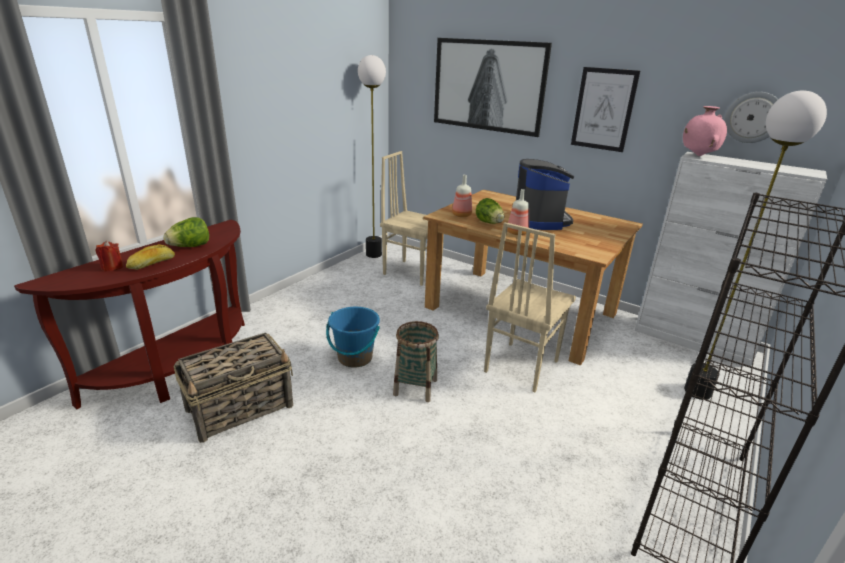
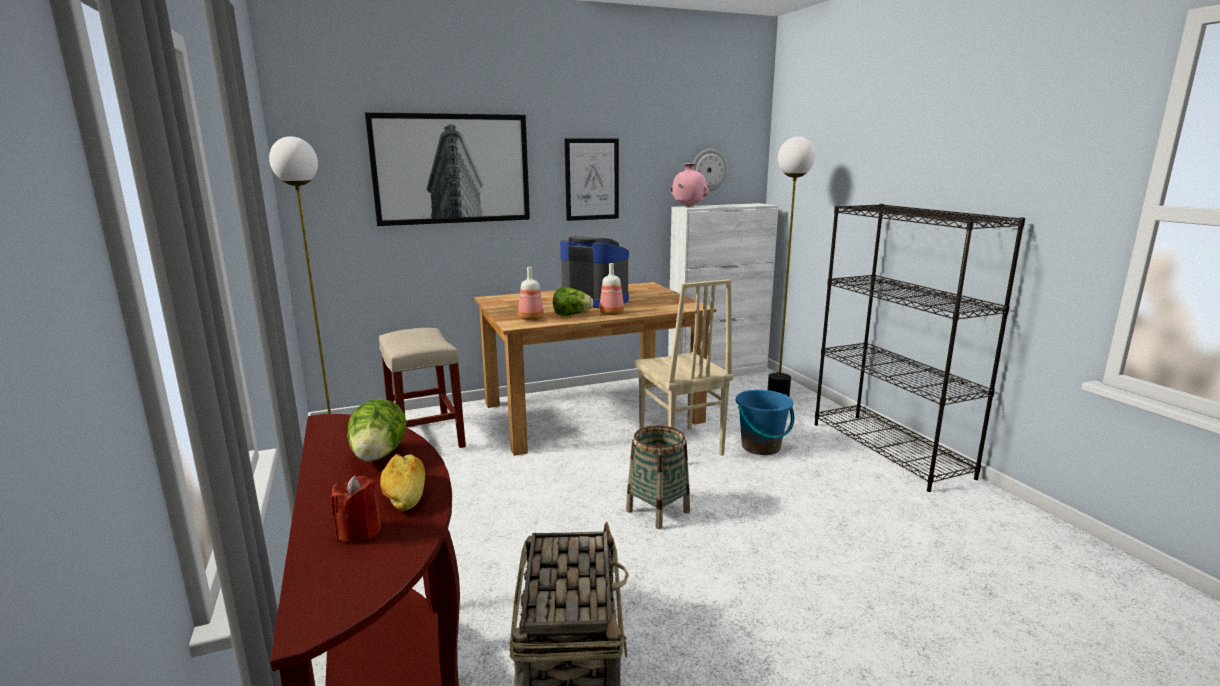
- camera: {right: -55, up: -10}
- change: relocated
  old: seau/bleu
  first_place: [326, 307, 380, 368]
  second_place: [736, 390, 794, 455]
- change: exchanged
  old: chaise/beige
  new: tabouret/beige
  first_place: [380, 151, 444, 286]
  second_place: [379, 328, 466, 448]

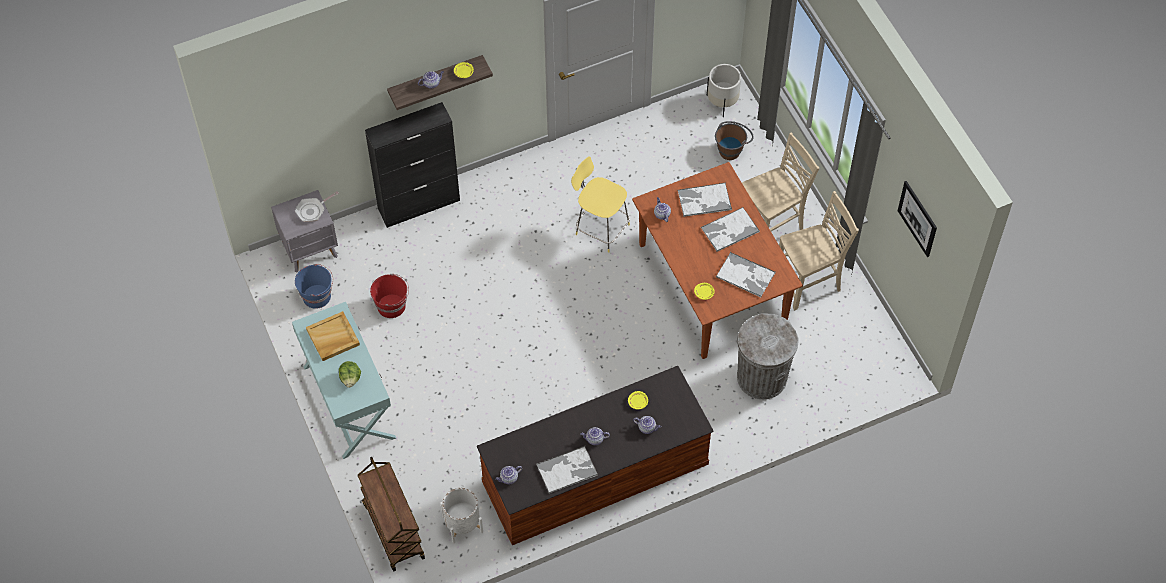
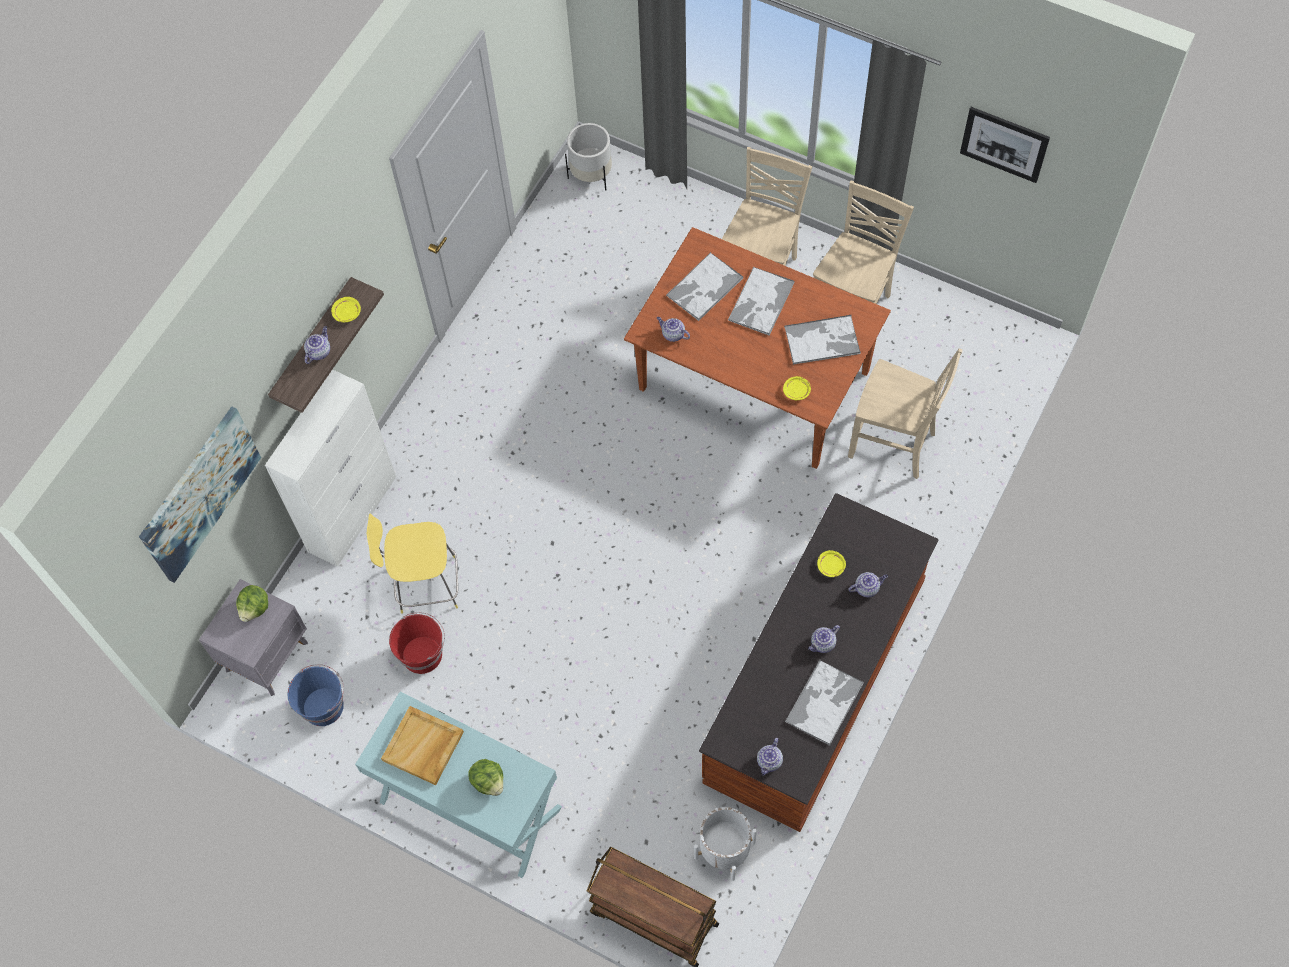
- camera: {right: -35, up: 5}
- change: exchanged
  old: poêle
  new: laitue
  first_place: [295, 191, 339, 222]
  second_place: [236, 585, 268, 622]
- change: colour
  old: meuble de rangement/noir
  new: meuble de rangement/blanc
  first_place: [365, 102, 460, 228]
  second_place: [265, 369, 396, 567]
- change: relocated
  old: tabouret/jaune
  first_place: [571, 156, 630, 253]
  second_place: [367, 514, 458, 614]
- change: missing
  old: seau/marron
  first_place: [715, 121, 754, 160]
- change: exchanged
  old: poubelle/gris
  new: chaise/beige
  first_place: [737, 314, 799, 399]
  second_place: [848, 349, 962, 479]
- change: appeared
  new: tableau
  second_place: [139, 406, 261, 583]

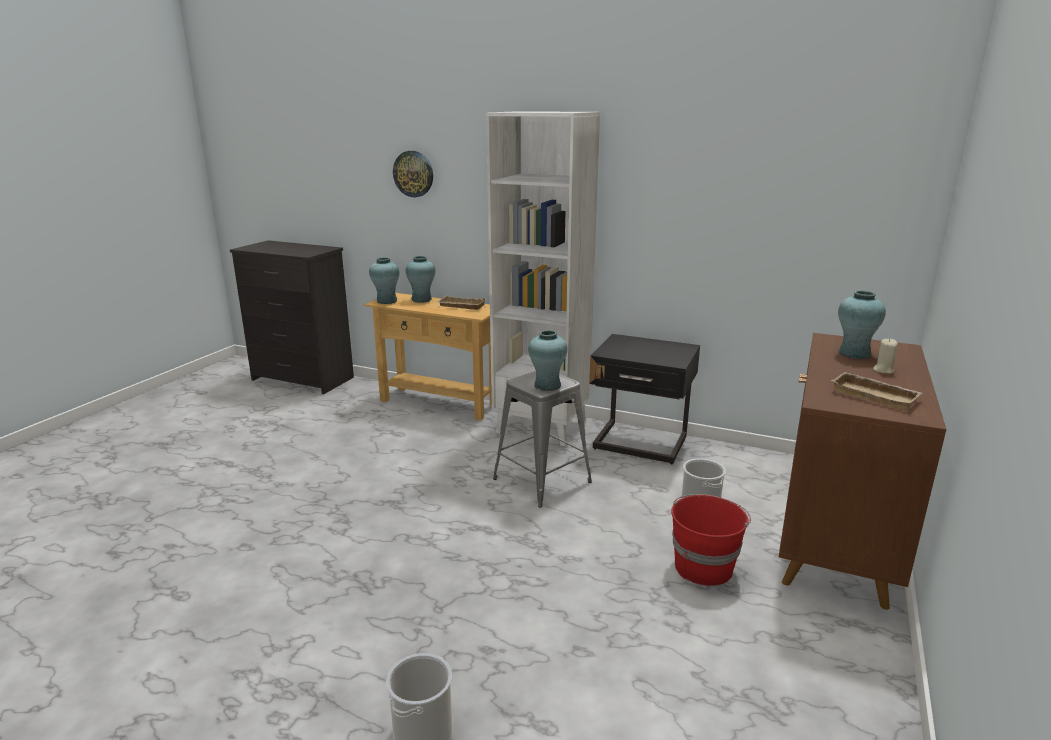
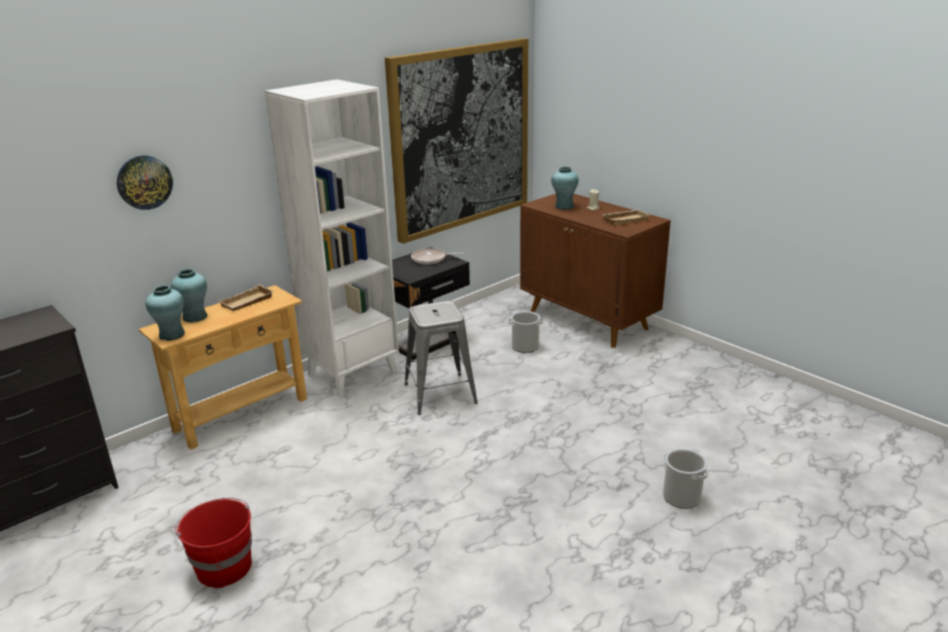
- camera: {right: -65, up: 5}
- change: missing
  old: vase/turquoise
  first_place: [529, 330, 567, 391]
- change: relocated
  old: seau/rouge
  first_place: [671, 494, 751, 586]
  second_place: [175, 498, 252, 588]
- change: appeared
  new: tableau
  second_place: [385, 38, 528, 244]
- change: appeared
  new: poêle
  second_place: [411, 248, 464, 265]

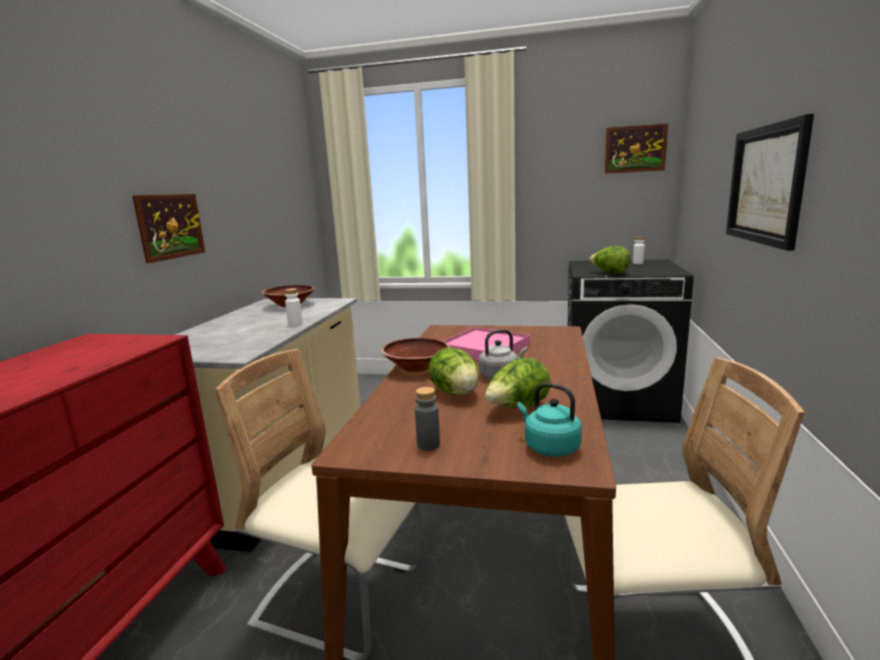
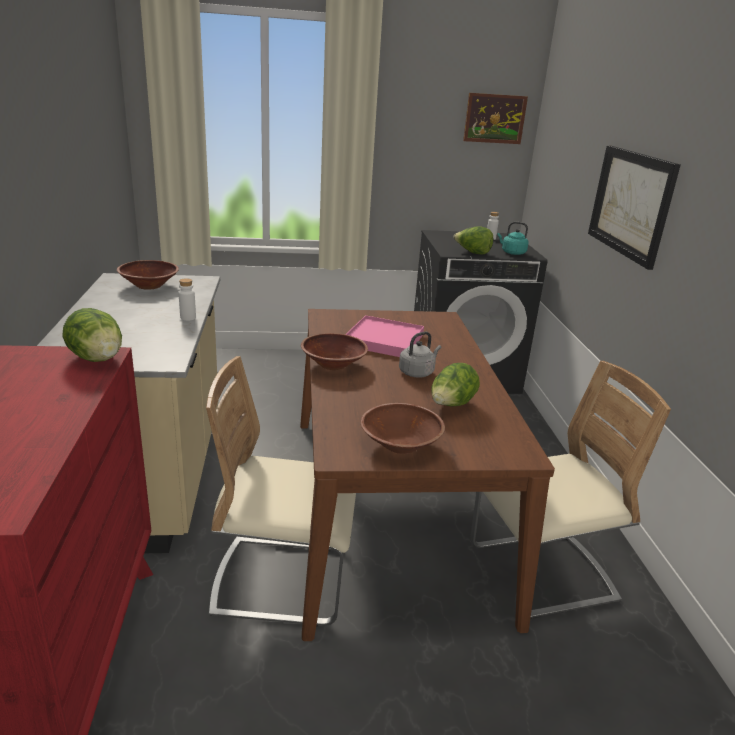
- camera: {right: -20, up: 10}
- change: missing
  old: tableau
  first_place: [132, 194, 205, 263]
- change: exchanged
  old: bouteille/gris
  new: bol/marron
  first_place: [415, 387, 440, 451]
  second_place: [361, 403, 445, 454]
- change: relocated
  old: laitue
  first_place: [429, 348, 479, 395]
  second_place: [62, 308, 122, 362]
- change: relocated
  old: bouilloire/turquoise
  first_place: [517, 383, 582, 457]
  second_place: [497, 222, 529, 255]

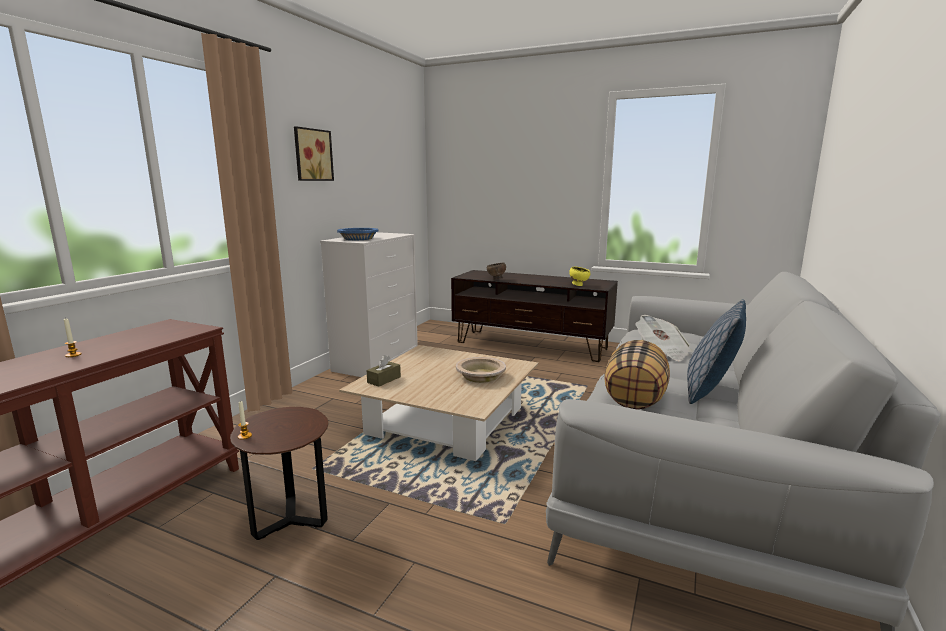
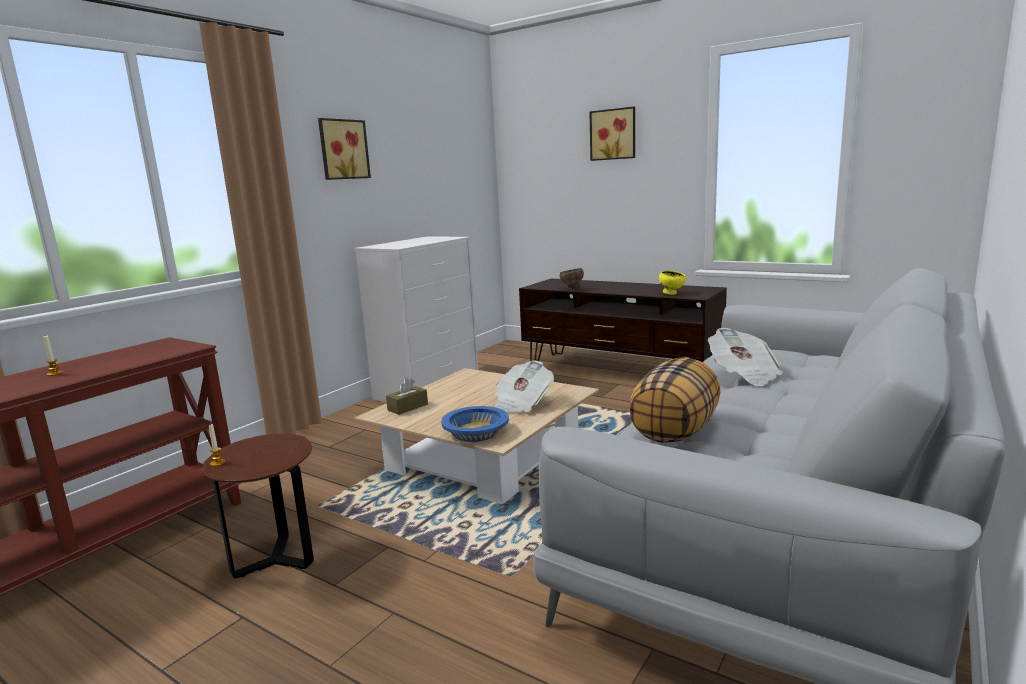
- camera: {right: 10, up: 0}
- change: relocated
  old: bol/bleu
  first_place: [337, 228, 378, 240]
  second_place: [441, 406, 509, 442]
- change: exchanged
  old: bol/beige
  new: journal
  first_place: [456, 357, 506, 383]
  second_place: [494, 361, 554, 413]
- change: missing
  old: coussin
  first_place: [687, 299, 746, 404]
- change: appeared
  new: tableau
  second_place: [590, 107, 635, 161]

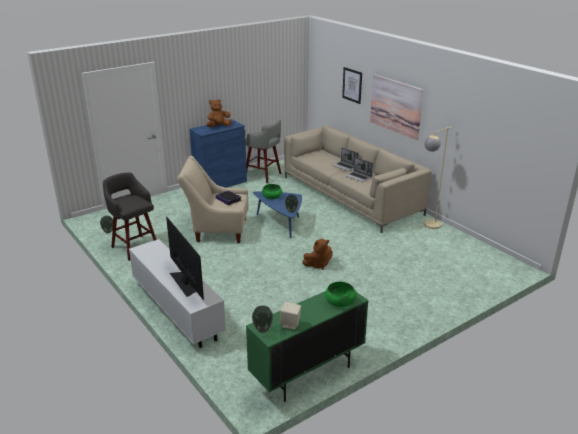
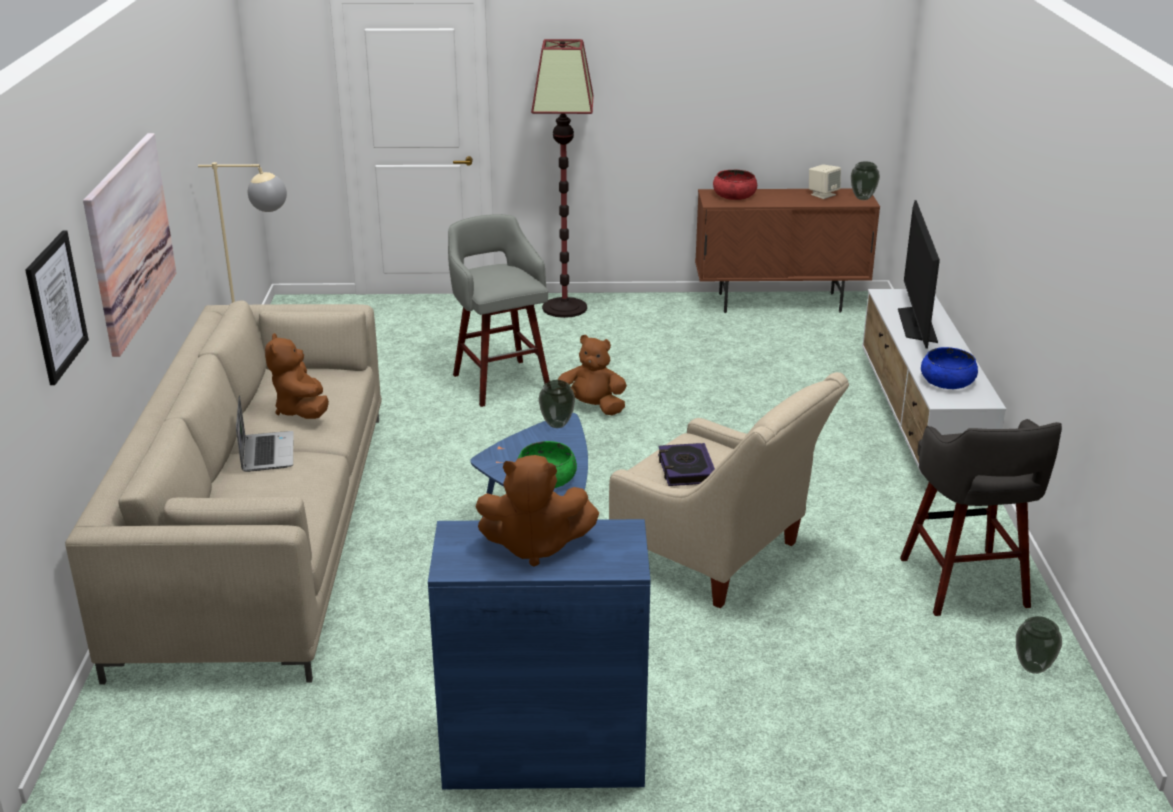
- camera: {right: -145, up: 0}
- change: relocated
  old: tabouret/gris
  first_place: [245, 119, 281, 183]
  second_place: [448, 214, 550, 407]
- change: colour
  old: meuble de rangement/vert
  new: meuble de rangement/marron
  first_place: [246, 291, 369, 402]
  second_place: [695, 189, 880, 313]
- change: colour
  old: bol/vert
  new: bol/rouge
  first_place: [325, 282, 356, 307]
  second_place: [713, 170, 757, 200]
- change: exchanged
  old: ordinateur portable
  new: peluche/marron
  first_place: [344, 157, 373, 182]
  second_place: [265, 333, 329, 419]
- change: appeared
  new: lampadaire
  second_place: [531, 39, 594, 318]
- change: appeared
  new: bol/bleu
  second_place: [921, 347, 978, 389]

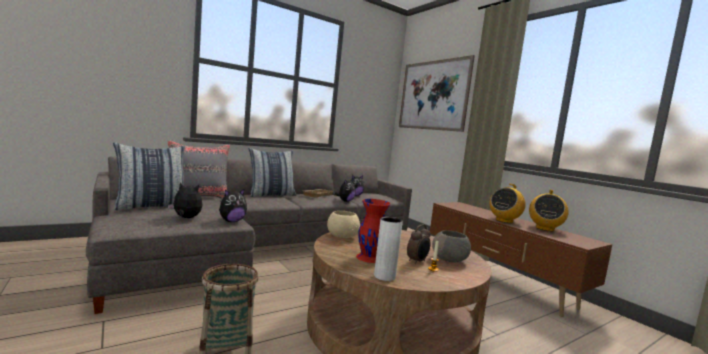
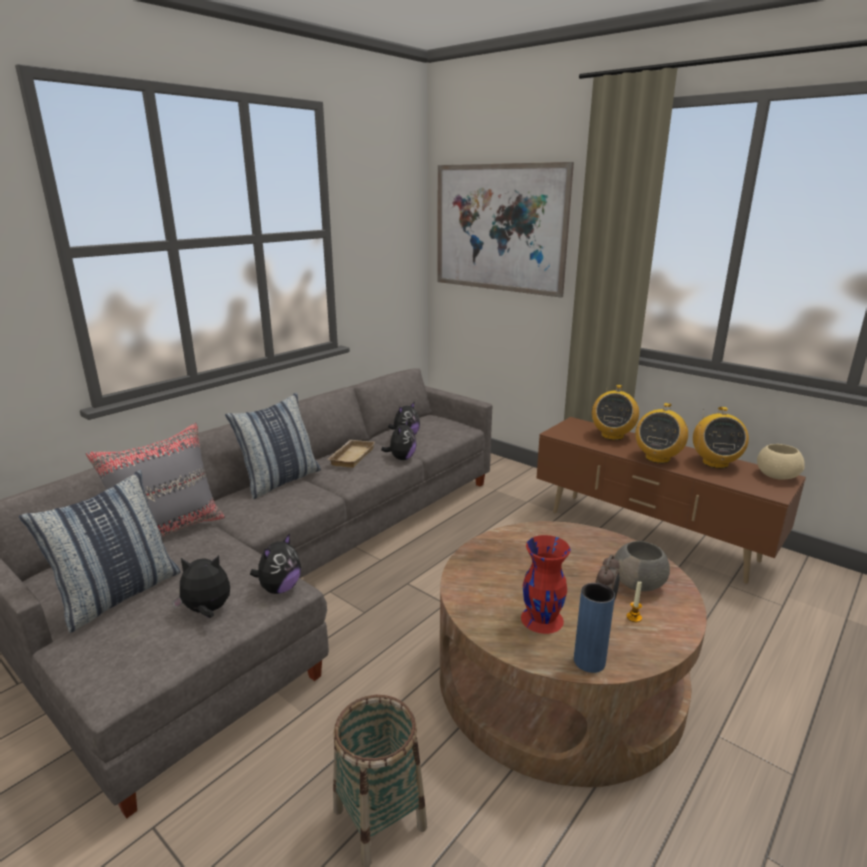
- camera: {right: -15, up: 15}
- change: relocated
  old: bol/beige
  first_place: [327, 211, 360, 238]
  second_place: [757, 444, 805, 480]
- change: colour
  old: vase/blanc
  new: vase/bleu
  first_place: [374, 217, 403, 281]
  second_place: [574, 583, 615, 673]
- change: appeared
  new: radio
  second_place: [592, 385, 639, 440]

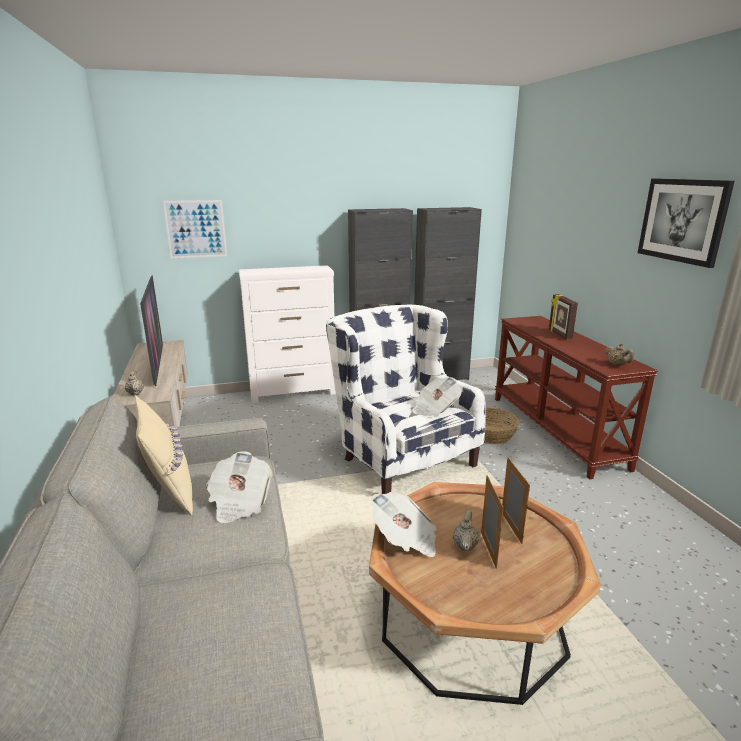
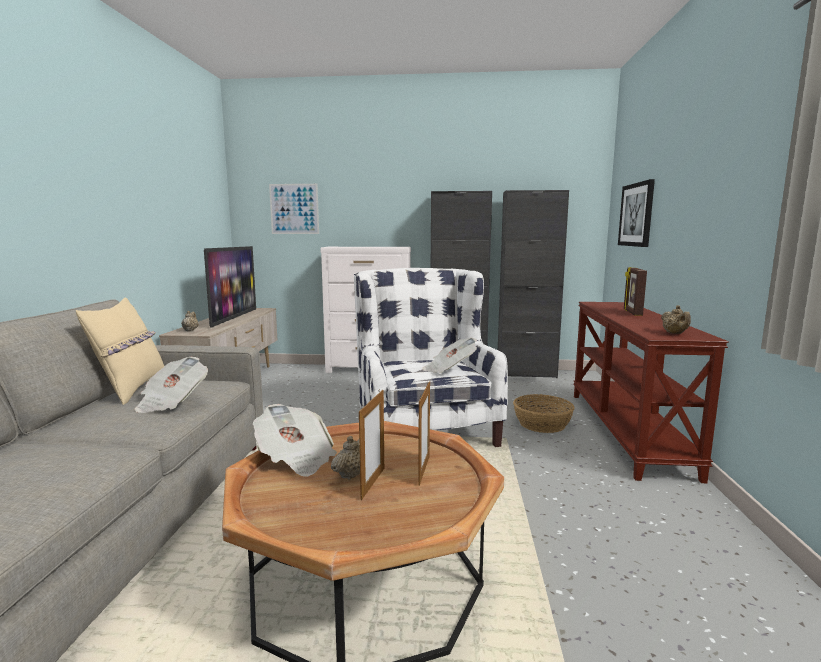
- camera: {right: 20, up: -10}
- change: relocated
  old: tableau
  first_place: [638, 179, 735, 268]
  second_place: [618, 179, 655, 247]

